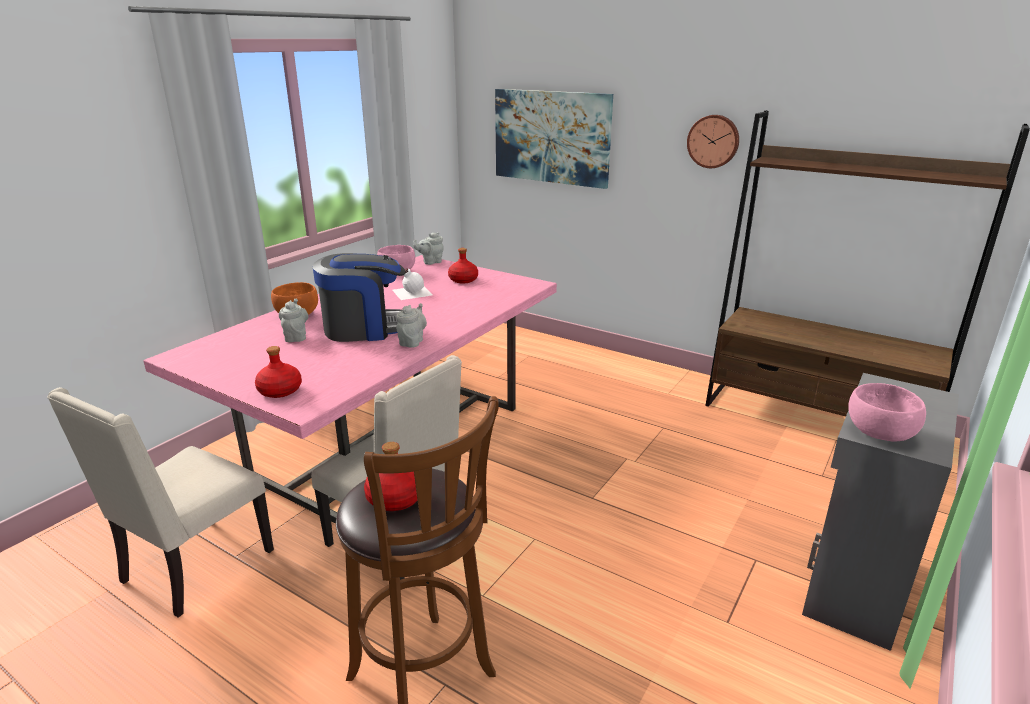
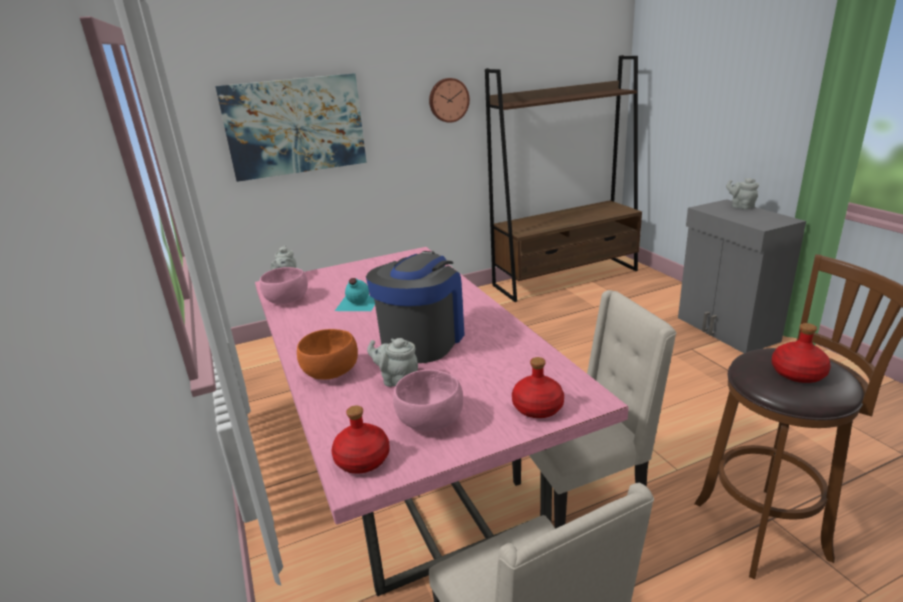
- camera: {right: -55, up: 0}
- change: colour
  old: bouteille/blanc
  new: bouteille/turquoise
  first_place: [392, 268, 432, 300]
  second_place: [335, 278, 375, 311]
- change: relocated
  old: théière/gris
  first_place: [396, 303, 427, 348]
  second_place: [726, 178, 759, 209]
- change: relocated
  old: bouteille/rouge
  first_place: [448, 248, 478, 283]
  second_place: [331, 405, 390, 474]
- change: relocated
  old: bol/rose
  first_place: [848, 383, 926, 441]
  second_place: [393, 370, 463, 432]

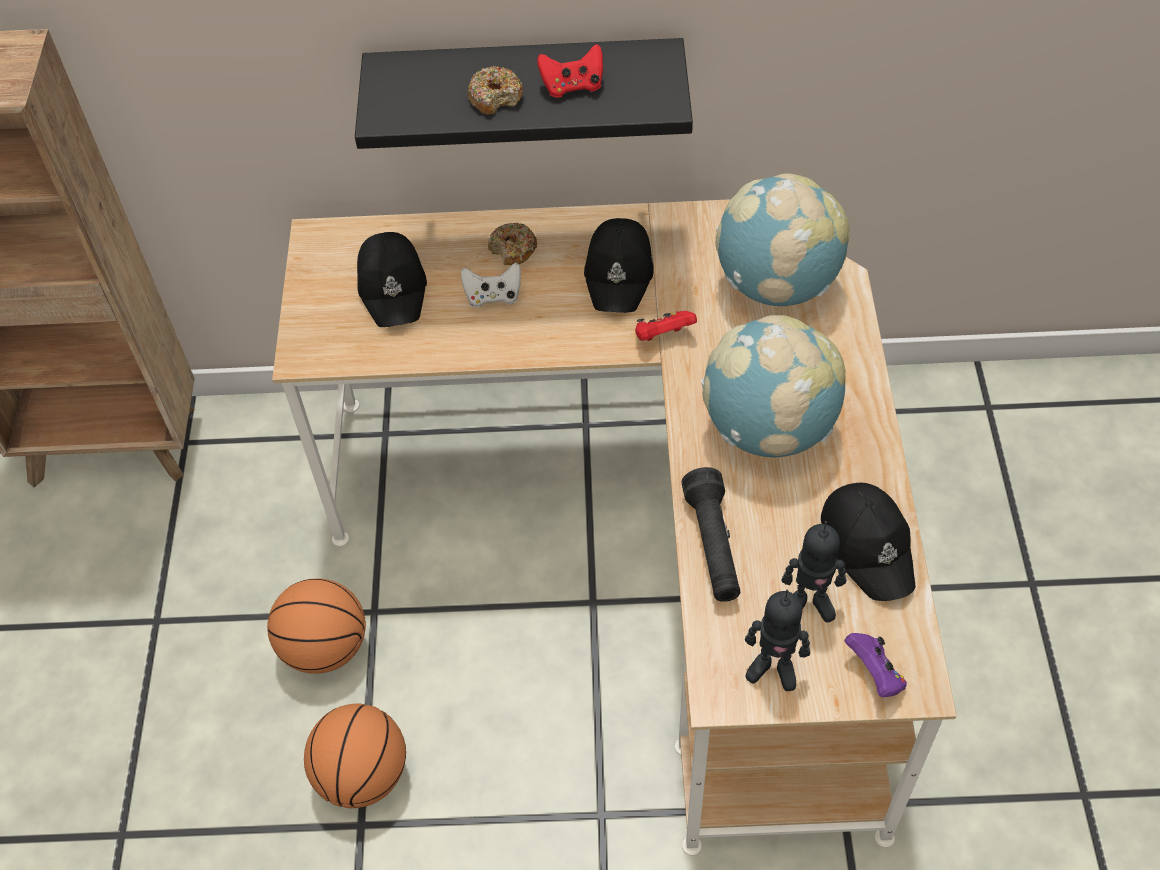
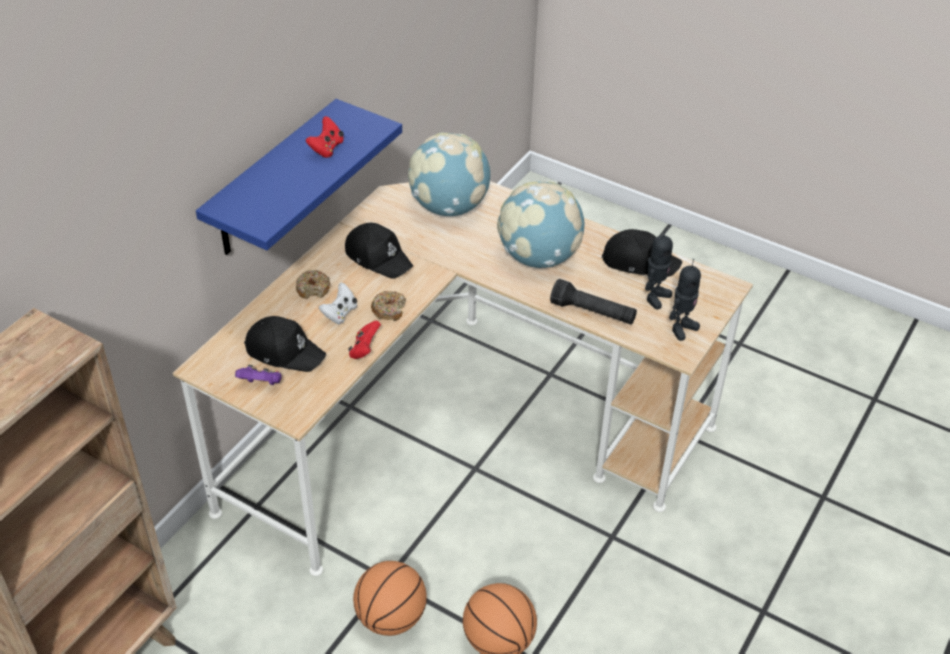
- camera: {right: -60, up: -10}
- change: colour
  old: étagère/noir
  new: étagère/bleu
  first_place: [355, 38, 693, 149]
  second_place: [196, 99, 402, 255]
- change: relocated
  old: beignet
  first_place: [467, 66, 523, 114]
  second_place: [371, 291, 406, 321]
- change: relocated
  old: manette/rouge
  first_place: [635, 311, 697, 341]
  second_place: [348, 321, 381, 359]
- change: relocated
  old: manette/violet
  first_place: [845, 633, 907, 697]
  second_place: [235, 365, 282, 385]

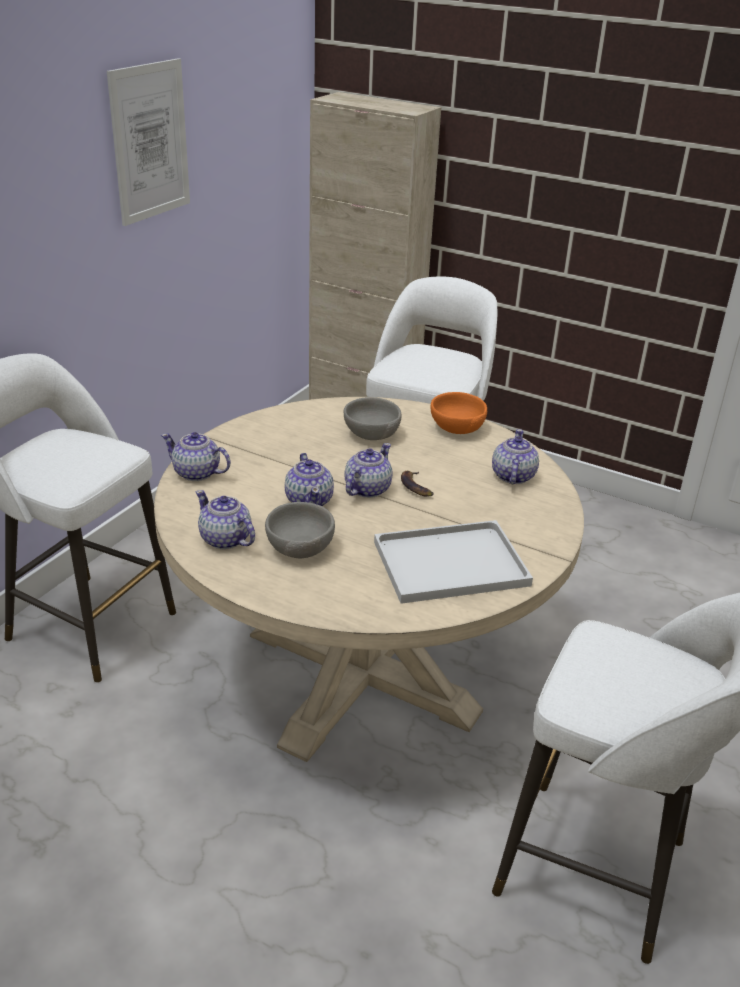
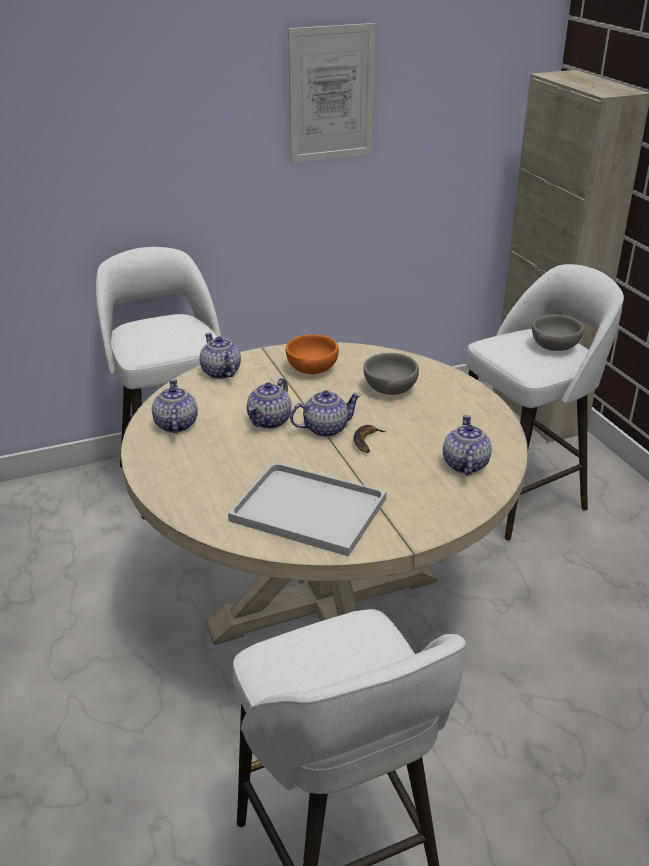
- camera: {right: 40, up: 0}
- change: relocated
  old: bol/gris
  first_place: [265, 502, 335, 558]
  second_place: [532, 315, 584, 351]
- change: relocated
  old: bol/orange
  first_place: [431, 392, 487, 434]
  second_place: [286, 334, 339, 374]
- change: spun
  old: théière
  first_place: [492, 429, 539, 484]
  second_place: [443, 415, 492, 476]
  degrees: -45

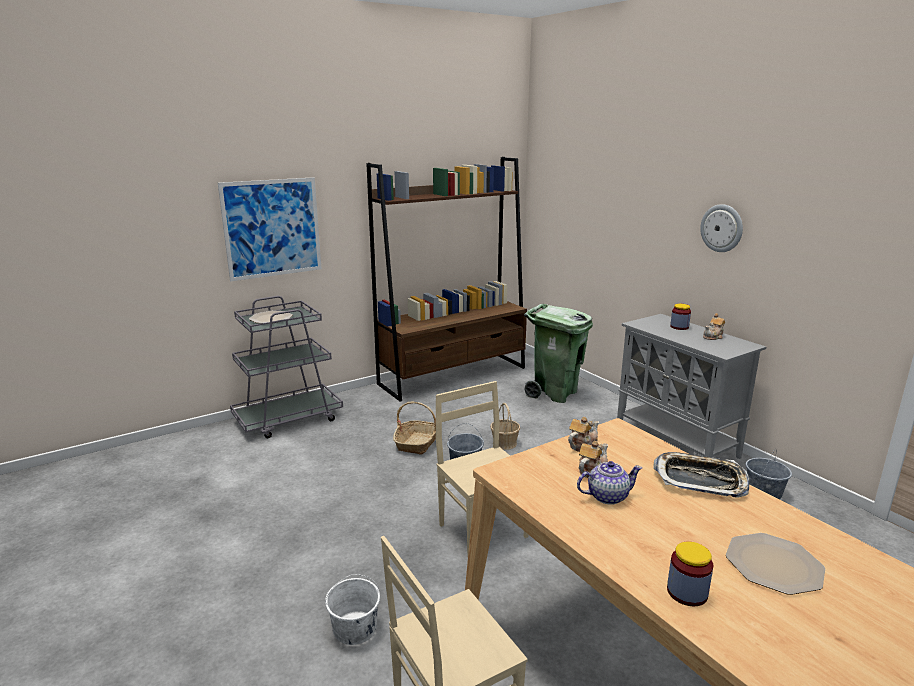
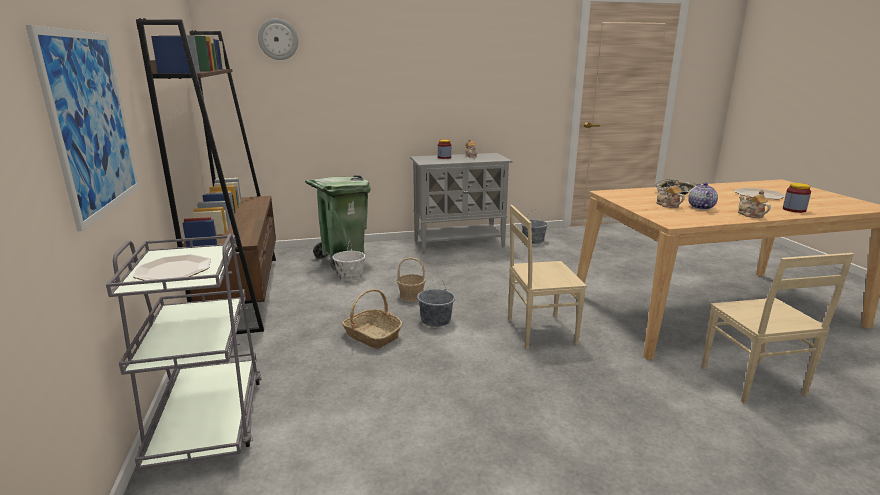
- camera: {right: -70, up: 0}
- change: relocated
  old: seau/blanc
  first_place: [325, 574, 380, 645]
  second_place: [333, 240, 365, 281]
- change: relocated
  old: théière
  first_place: [568, 417, 599, 452]
  second_place: [738, 190, 771, 218]
- change: relocated
  old: horloge murale
  first_place: [700, 204, 743, 252]
  second_place: [258, 19, 298, 60]

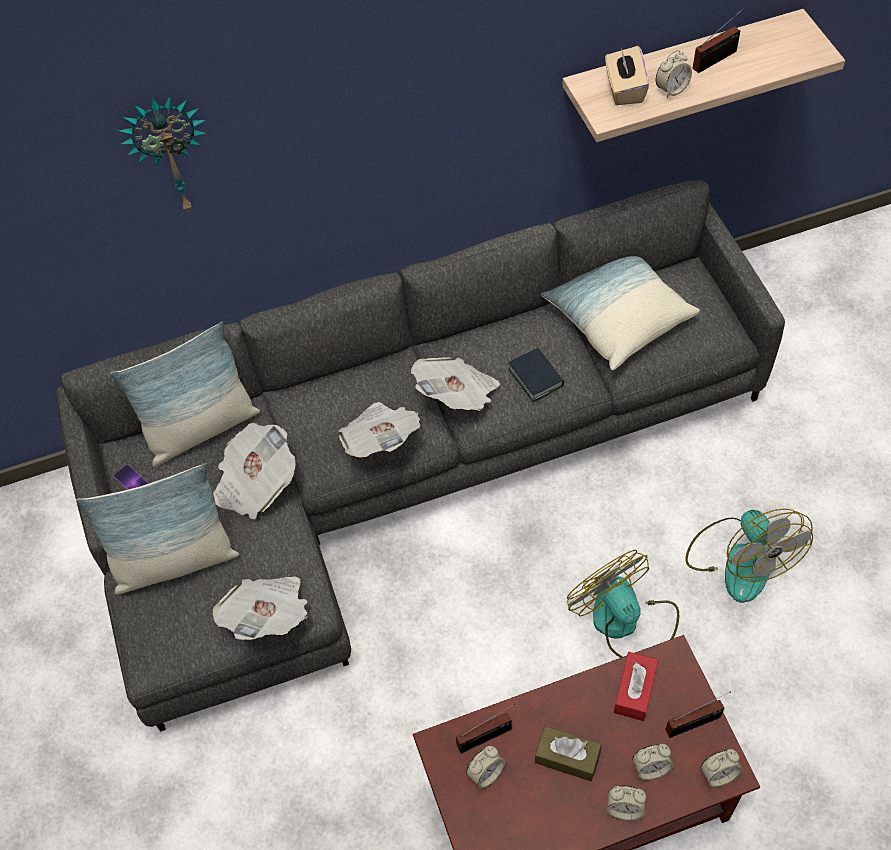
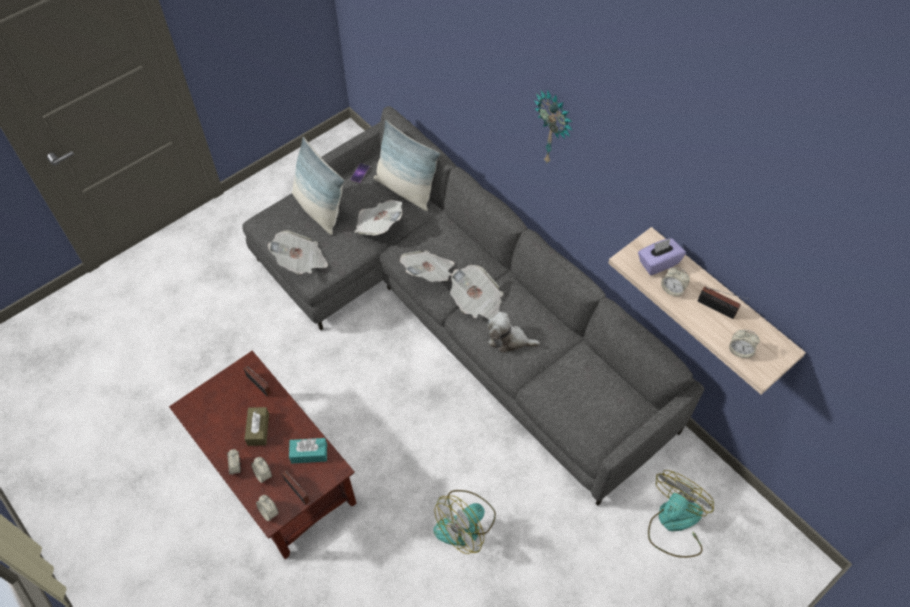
- camera: {right: 65, up: 0}
- change: relocated
  old: horloge murale
  first_place: [118, 96, 207, 212]
  second_place: [534, 90, 573, 164]
- change: relocated
  old: réveil
  first_place: [466, 746, 505, 789]
  second_place: [729, 330, 760, 358]
- change: exchanged
  old: livre
  new: peluche
  first_place: [508, 348, 564, 402]
  second_place: [487, 312, 540, 353]
- change: missing
  old: coussin
  first_place: [541, 256, 700, 370]
- change: relocated
  old: ventilateur
  first_place: [567, 550, 679, 658]
  second_place: [648, 470, 714, 558]
- change: colour
  old: boîte à mouchoirs/beige
  new: boîte à mouchoirs/violet
  first_place: [605, 46, 649, 105]
  second_place: [638, 238, 686, 275]
- change: colour
  old: boîte à mouchoirs/rouge
  new: boîte à mouchoirs/turquoise
  first_place: [614, 652, 658, 721]
  second_place: [289, 438, 327, 463]

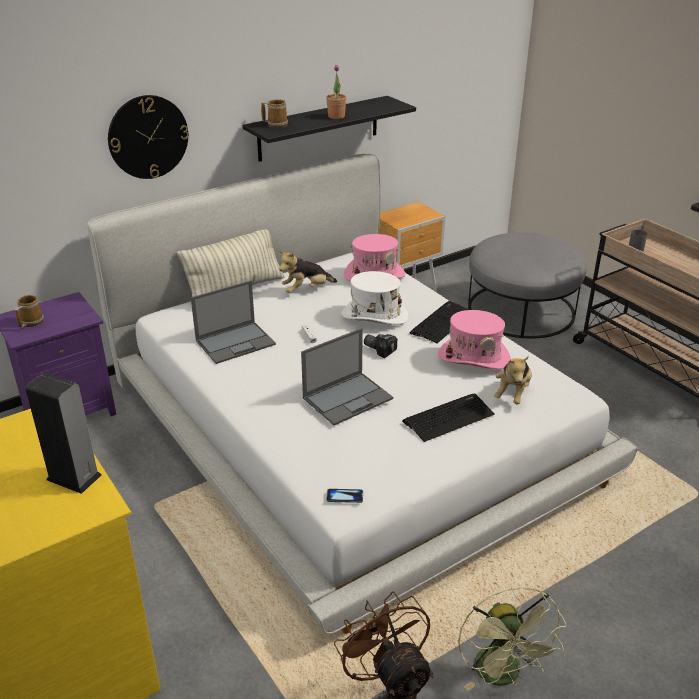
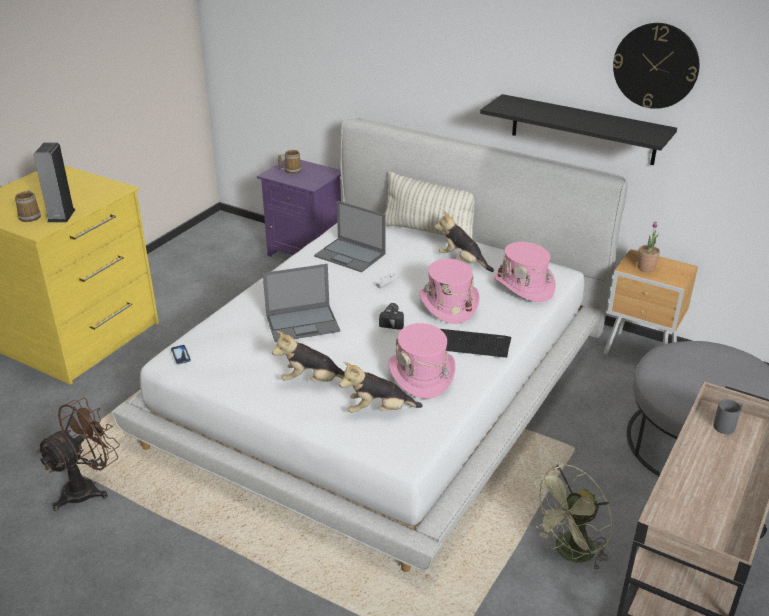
- camera: {right: 65, up: 0}
- change: relocated
  old: horloge murale
  first_place: [108, 95, 189, 179]
  second_place: [613, 23, 699, 109]
- change: relocated
  old: mug
  first_place: [261, 99, 288, 128]
  second_place: [15, 190, 41, 222]
- change: spun
  old: ordinateur portable
  first_place: [301, 328, 393, 425]
  second_place: [263, 264, 340, 342]
  degrees: -45
- change: relocated
  old: plante en pot
  first_place: [326, 65, 346, 119]
  second_place: [637, 222, 660, 272]
- change: colour
  old: chapeau/blanc
  new: chapeau/rose
  first_place: [341, 271, 408, 325]
  second_place: [419, 259, 479, 324]
- change: exchanged
  old: clavier
  new: peluche
  first_place: [402, 393, 495, 442]
  second_place: [272, 331, 344, 382]
- change: relocated
  old: ventilateur/vert
  first_place: [458, 587, 567, 691]
  second_place: [529, 464, 612, 572]

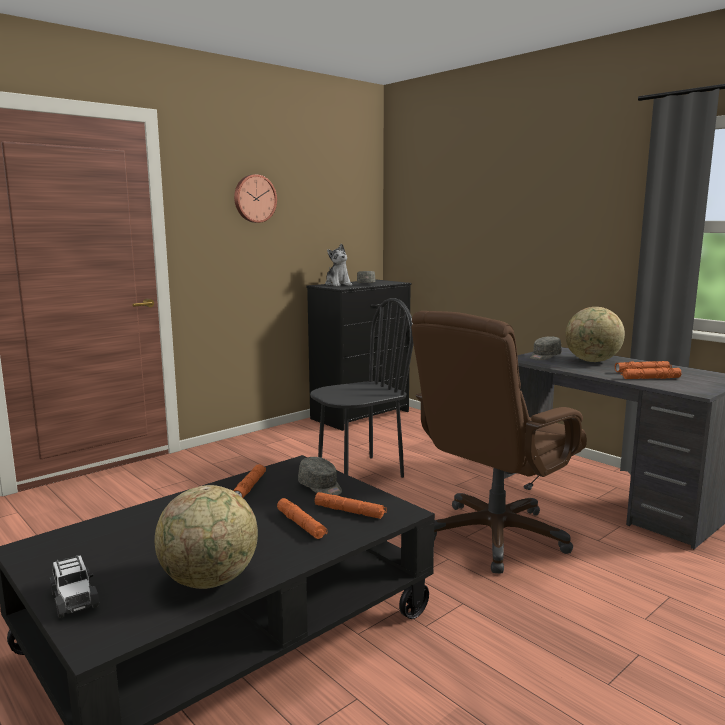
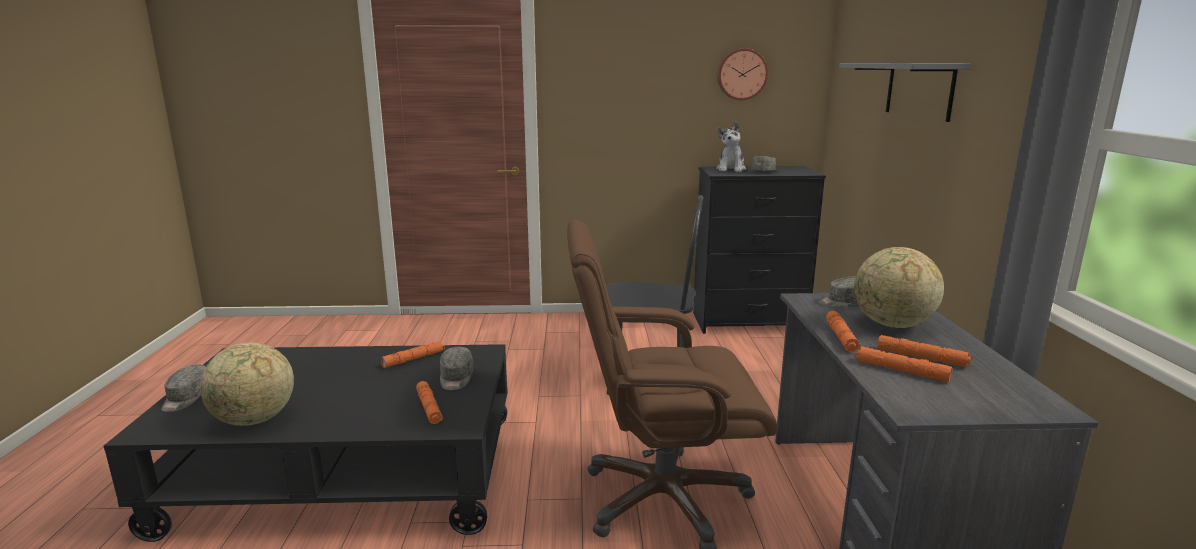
- camera: {right: 40, up: 5}
- change: exchanged
  old: petite voiture
  new: casquette/gris
  first_place: [49, 555, 99, 618]
  second_place: [161, 364, 206, 412]
- change: relocated
  old: horloge murale
  first_place: [234, 174, 277, 223]
  second_place: [717, 48, 768, 100]
- change: relocated
  old: lampe de poche/orange
  first_place: [277, 498, 328, 539]
  second_place: [826, 311, 860, 352]
- change: appeared
  new: étagère/gris
  second_place: [839, 63, 970, 122]

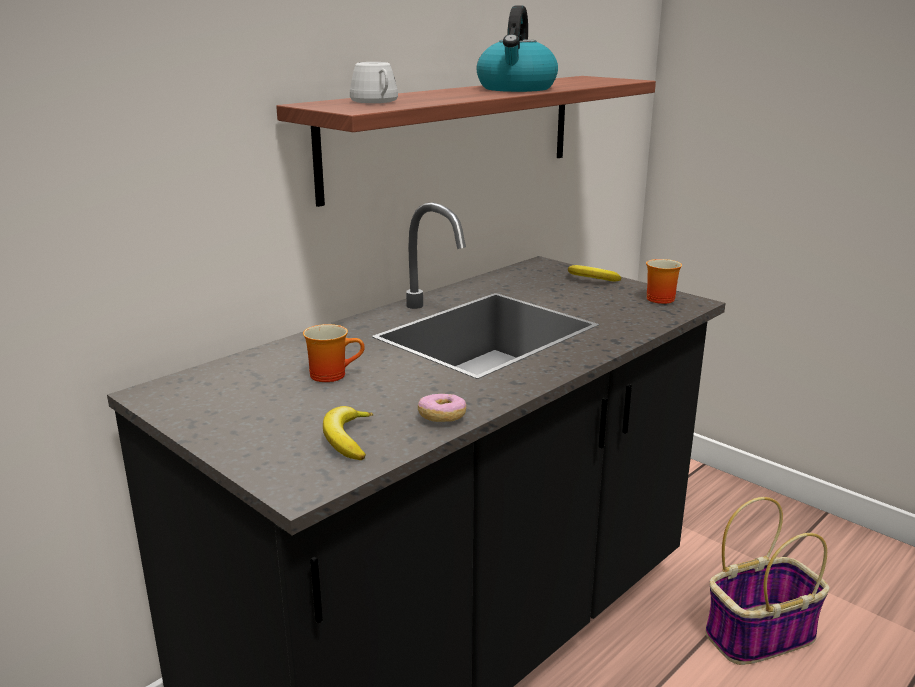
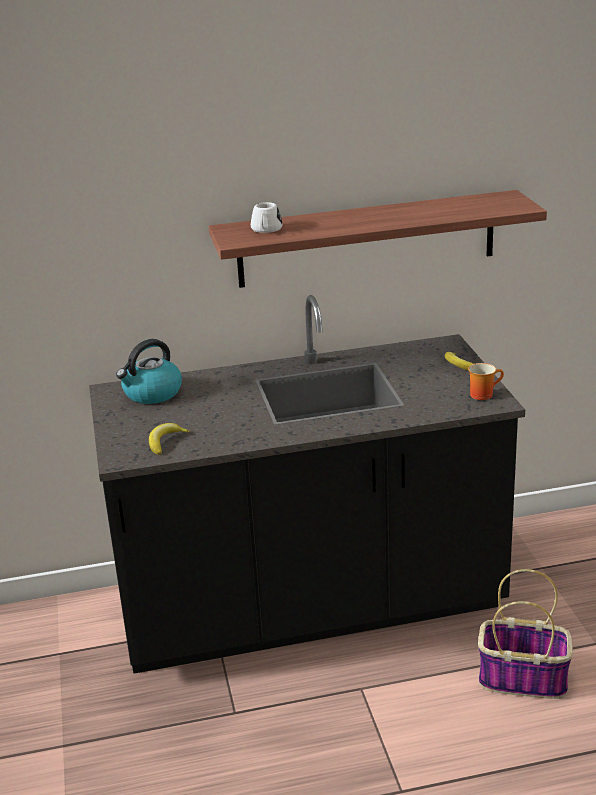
- camera: {right: 35, up: 5}
- change: missing
  old: mug
  first_place: [303, 324, 365, 382]
- change: missing
  old: beignet
  first_place: [418, 394, 466, 422]
- change: relocated
  old: bouilloire
  first_place: [476, 5, 558, 92]
  second_place: [116, 339, 182, 404]

